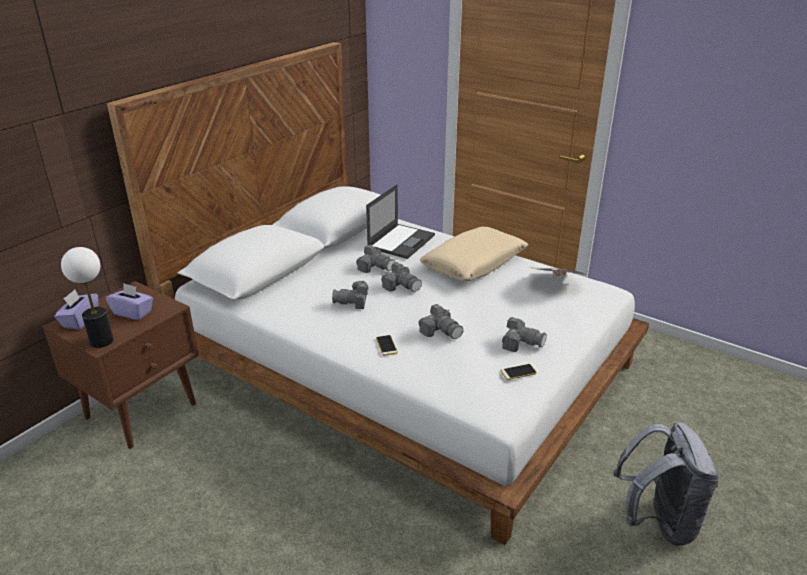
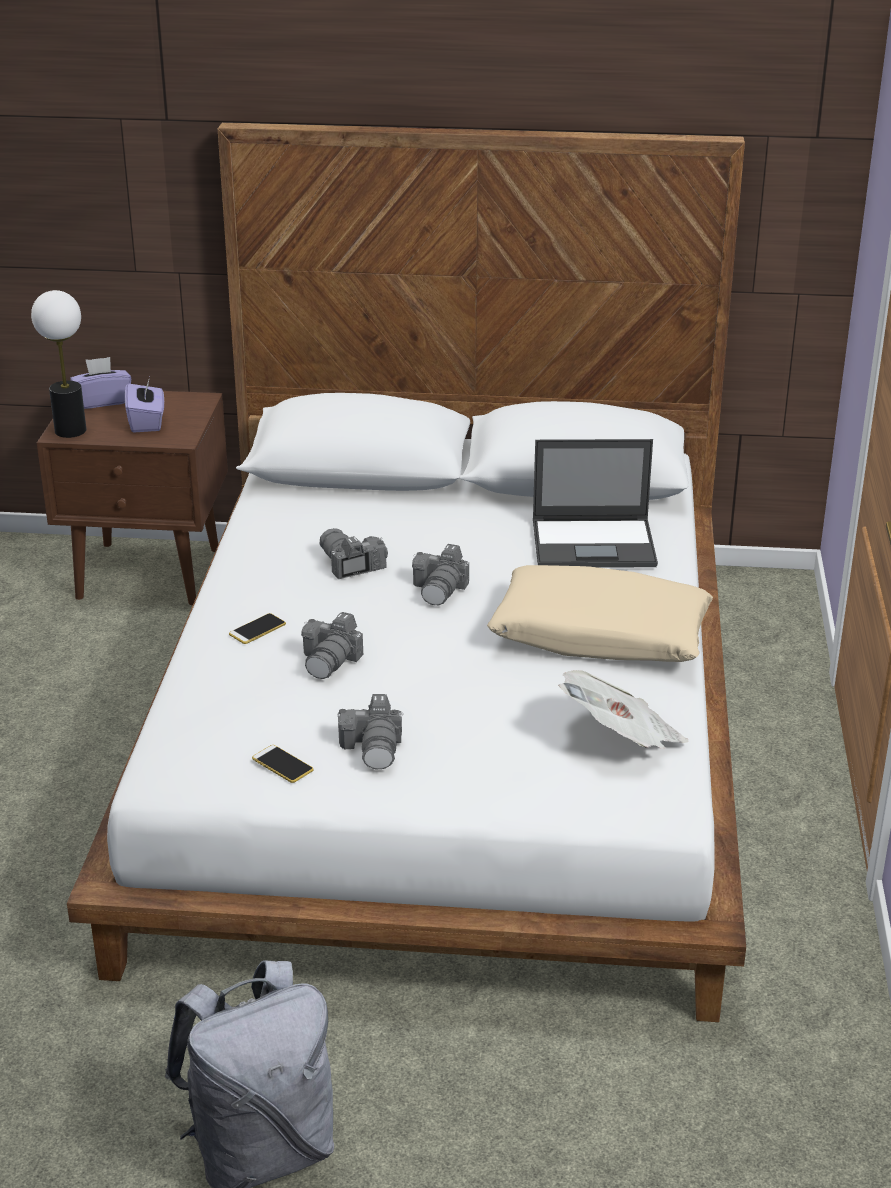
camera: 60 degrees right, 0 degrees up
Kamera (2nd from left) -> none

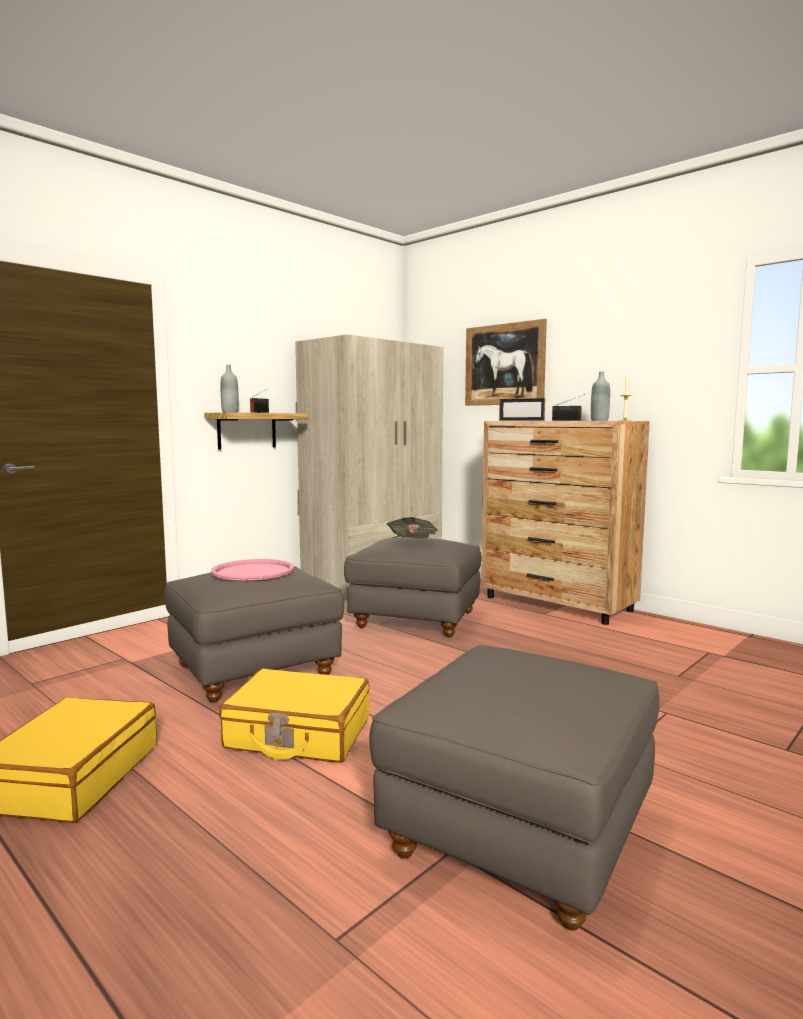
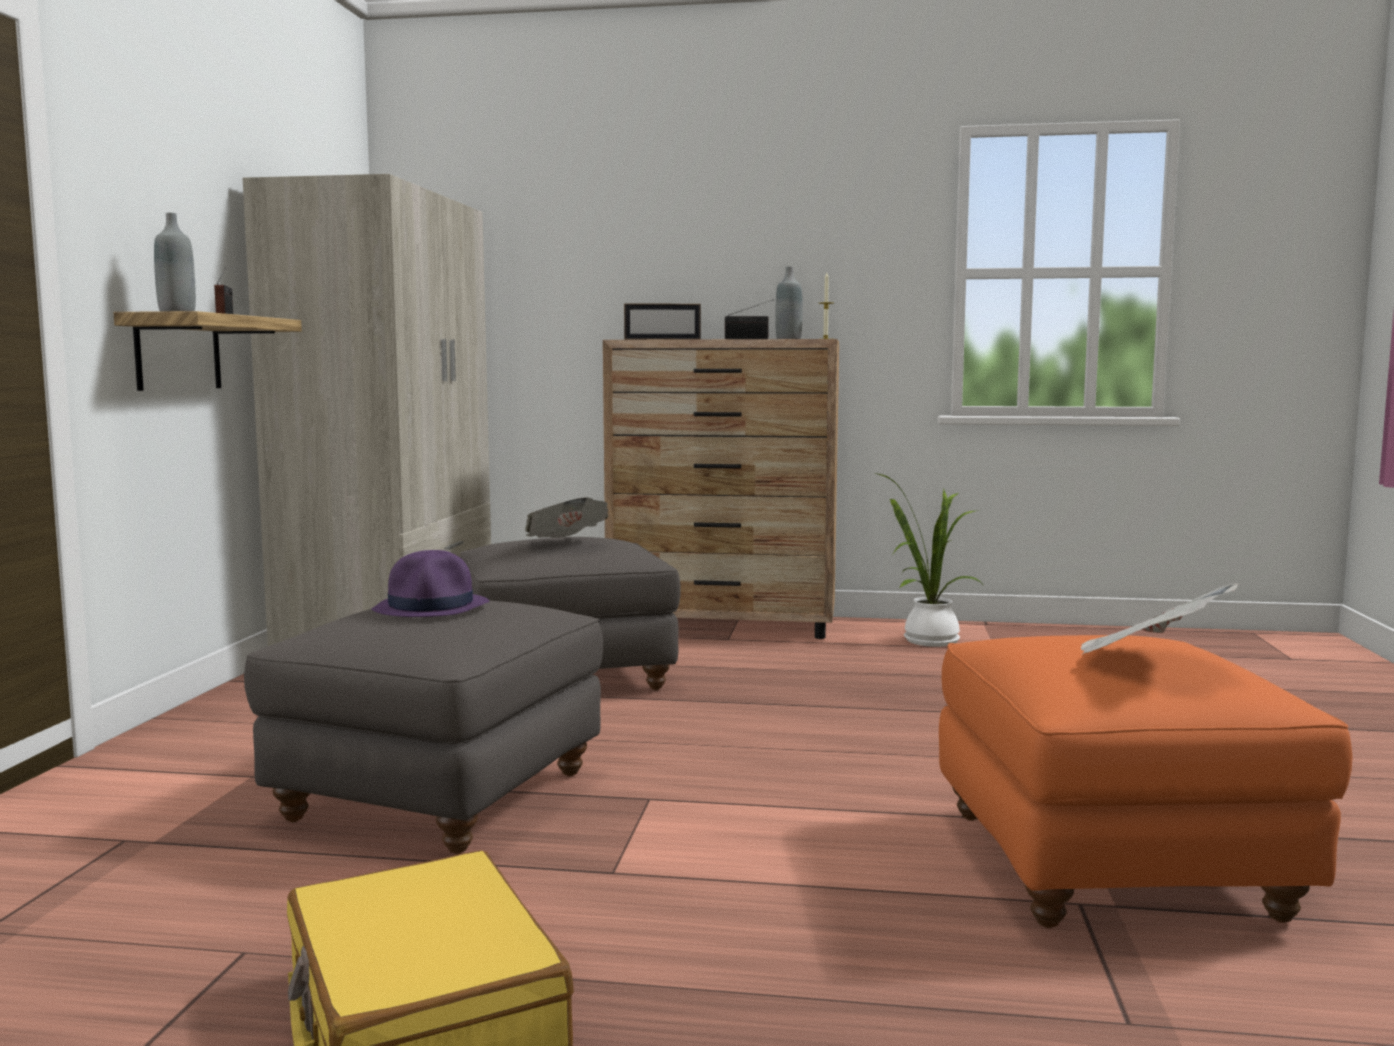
camera: 35 degrees left, 0 degrees up
Koffer (gelb) (2nd from left) -> none
Bild -> none
none -> Topfpflanze
none -> Zeitung (2nd from left)
Tablett (rosa) -> Hut (lila)
Polsterhocker (grau) (3rd from left) -> Polsterhocker (orange)

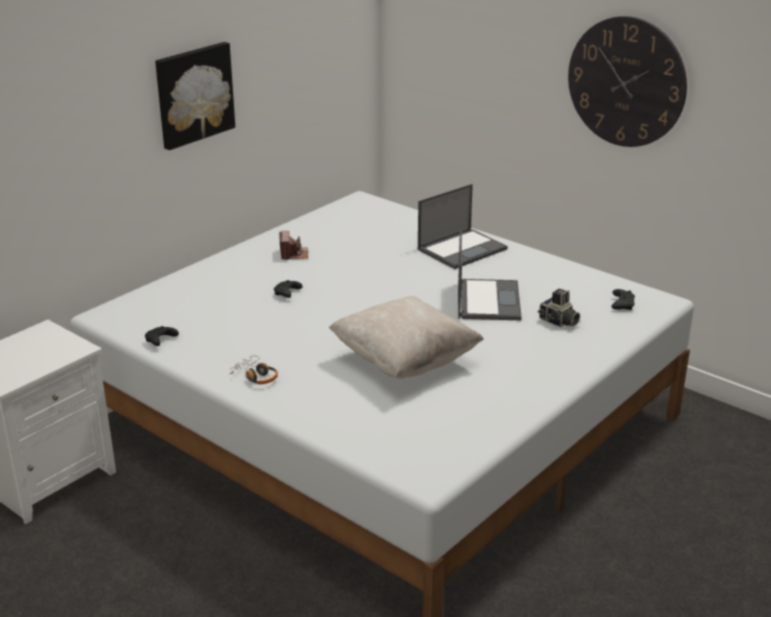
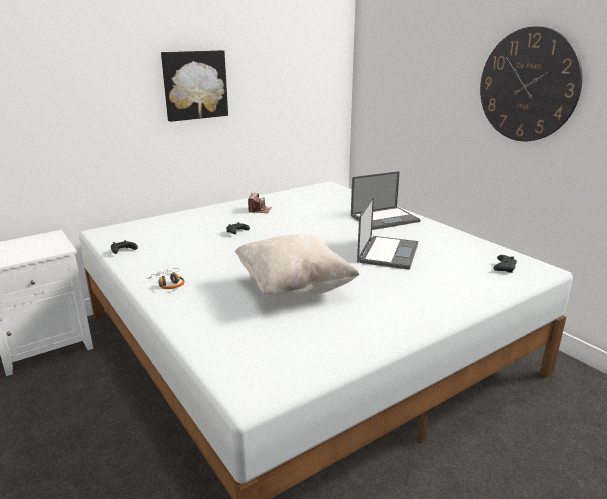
camera: 15 degrees right, 5 degrees down
Kamera (2nd from left) -> none

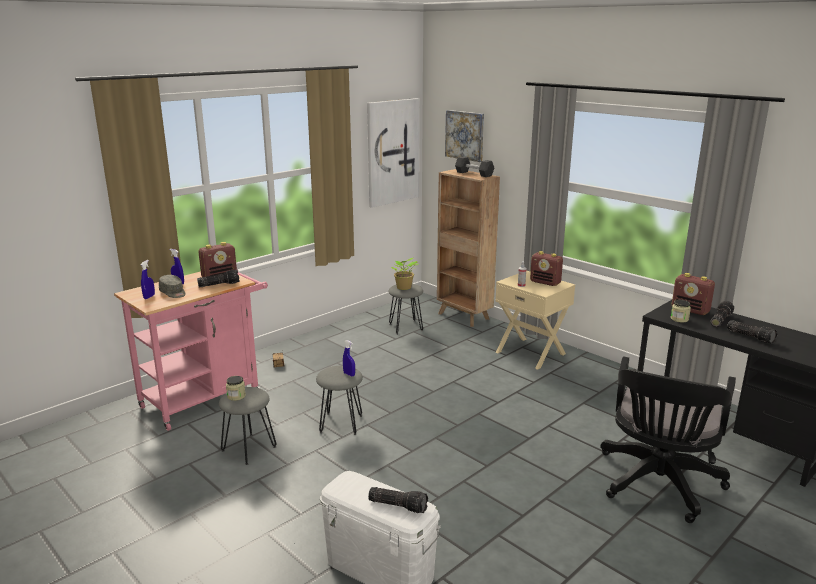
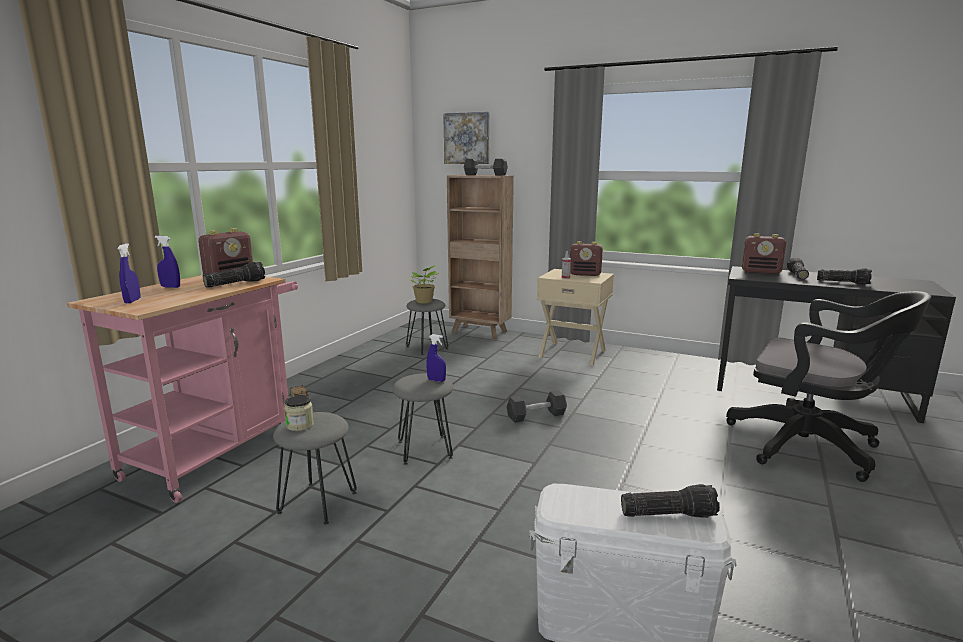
camera: 20 degrees left, 5 degrees down
Kappe (grau) -> none
Bild (1st from left) -> none
Vorratsglas (2nd from left) -> none
none -> Hantel (schwarz) (2nd from left)
Bürostuhl (schwarz), 60 degrees counterclockwise

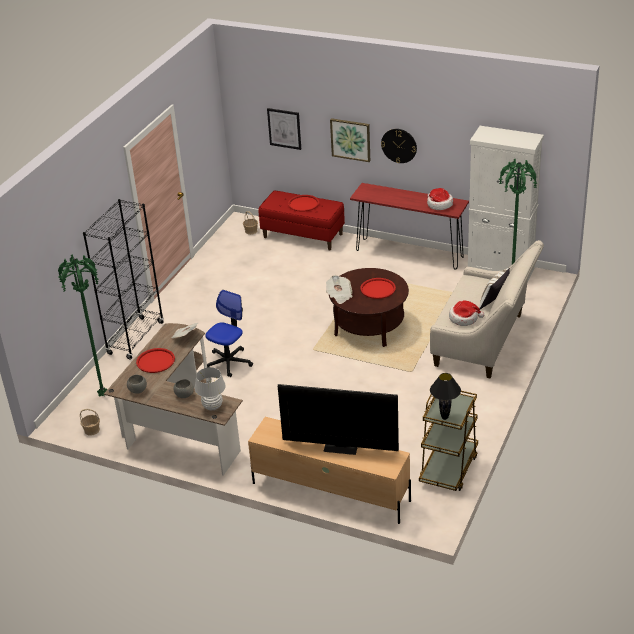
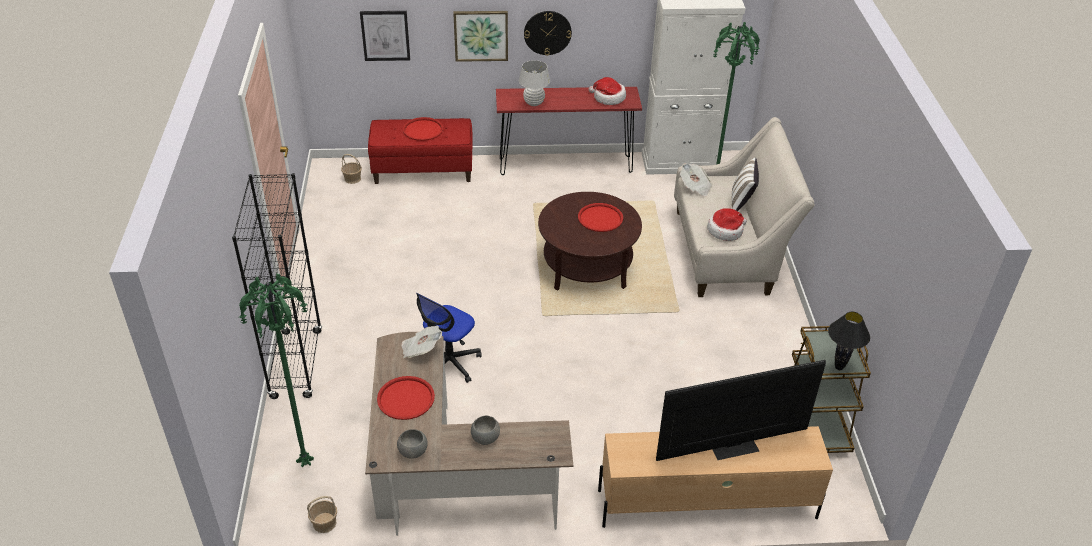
camera: 30 degrees left, 5 degrees up
Tischlampe (weiß), move
Zeitung (2nd from left), move
Bürostuhl, 150 degrees counterclockwise

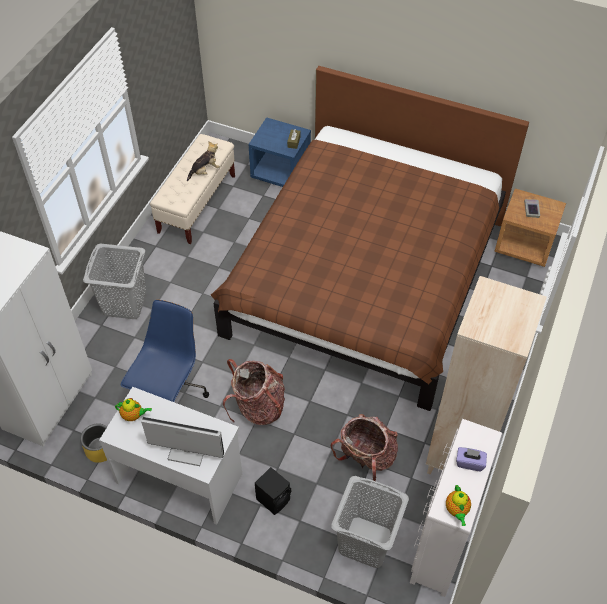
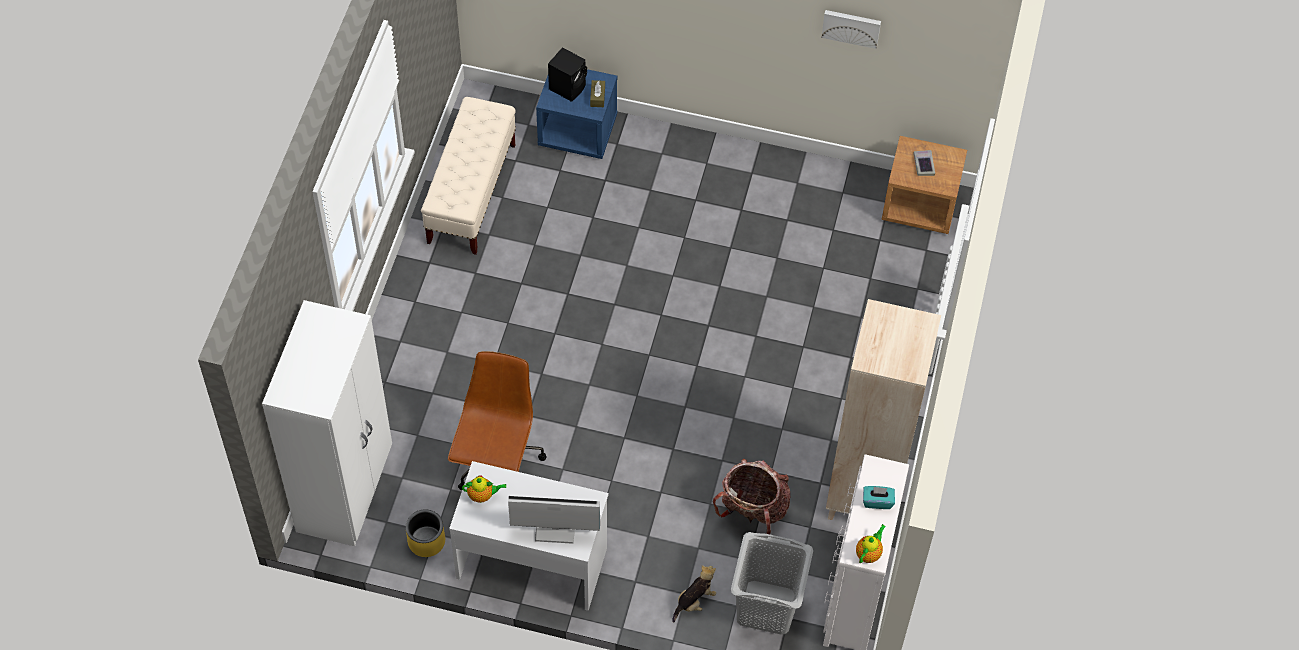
camera: 10 degrees left, 5 degrees up
Wäschekorb (grau) (1st from left) -> none
Bett (braun) -> none
Rucksack (1st from left) -> none
none -> Bild
Plüschtier, move
Lautsprecher (schwarz), move
Bürostuhl (blau) -> Bürostuhl (braun)
Taschentuchbox (lila) -> Taschentuchbox (türkis)
Teekanne (2nd from left), 135 degrees counterclockwise

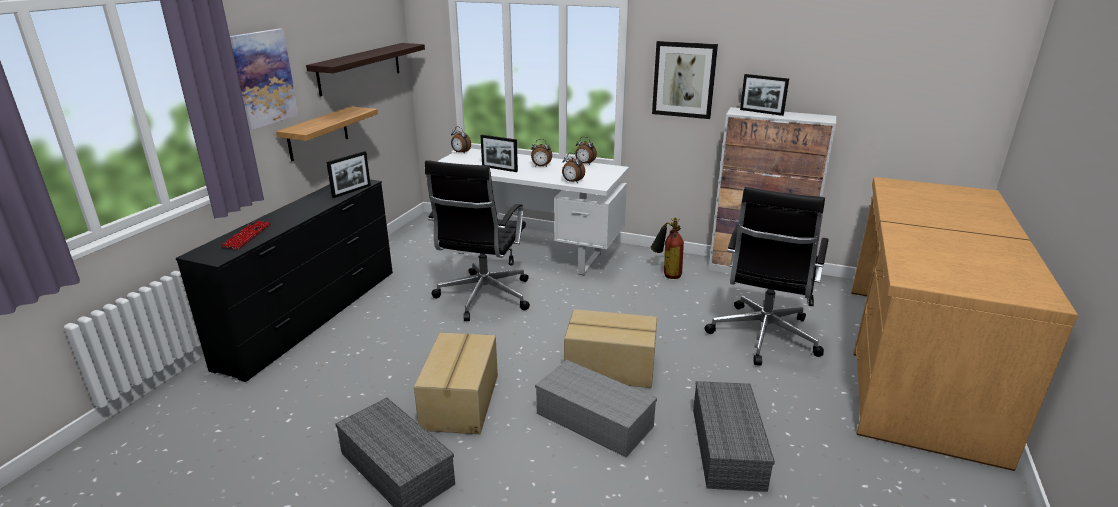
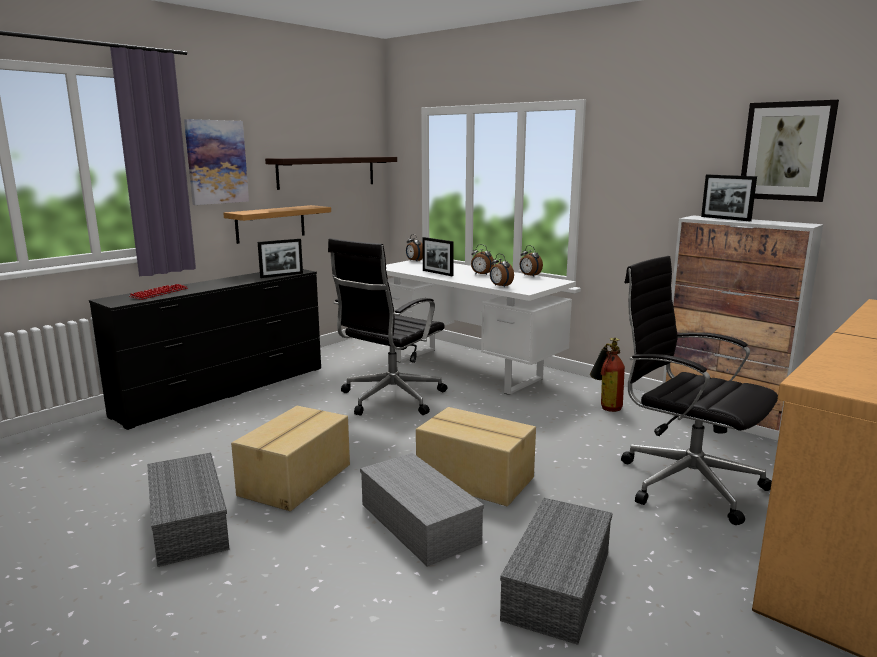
camera: 20 degrees right, 10 degrees down
Bild (2nd from left), move
Bürostuhl (schwarz) (2nd from left), 90 degrees clockwise

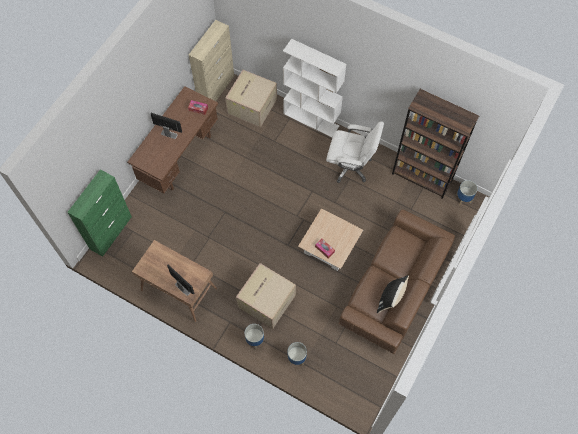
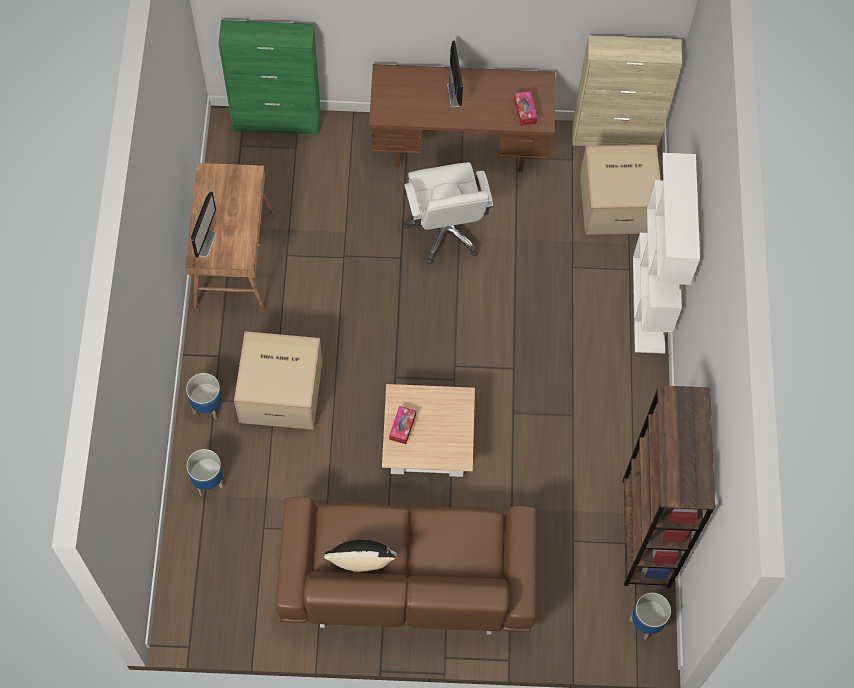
camera: 60 degrees right, 0 degrees up
Bürostuhl (weiß), move

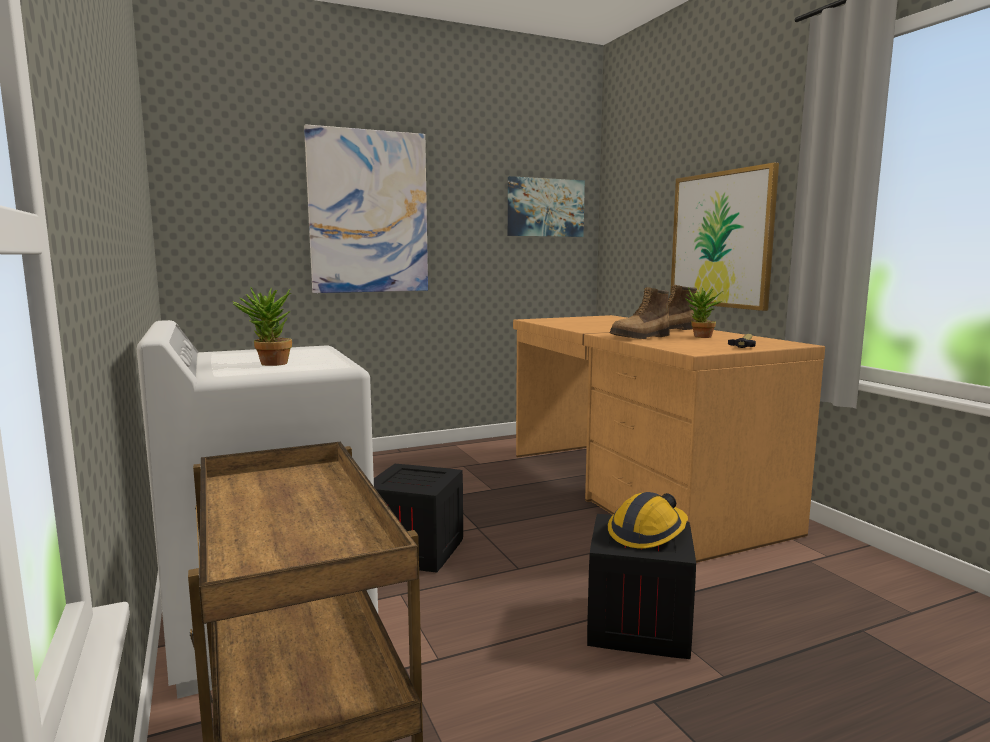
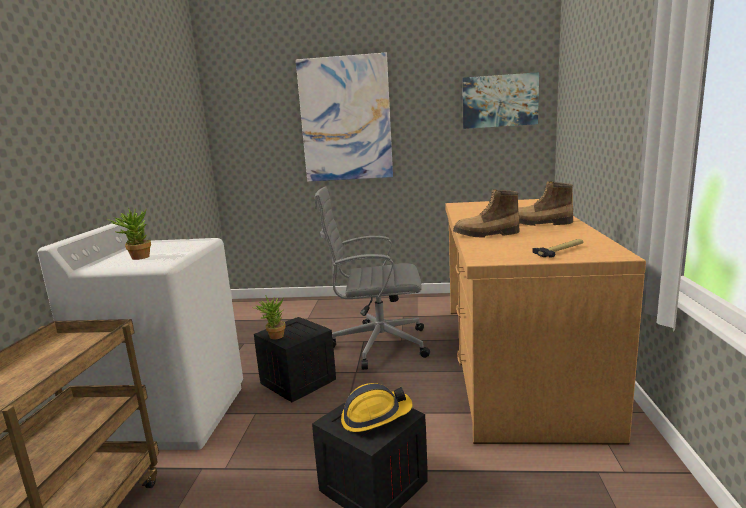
camera: 30 degrees right, 5 degrees up
Bild (3rd from left) -> none
none -> Bürostuhl (grau)
Topfpflanze (2nd from left), move

